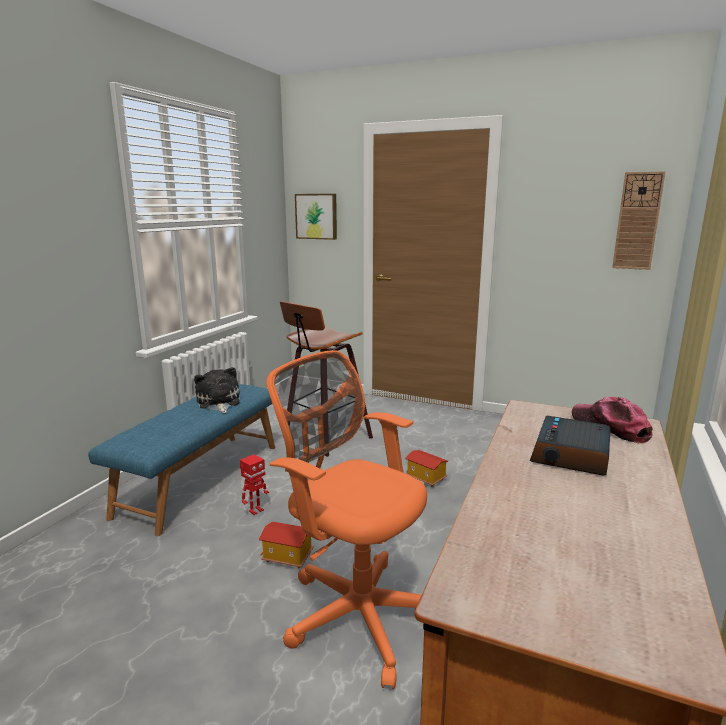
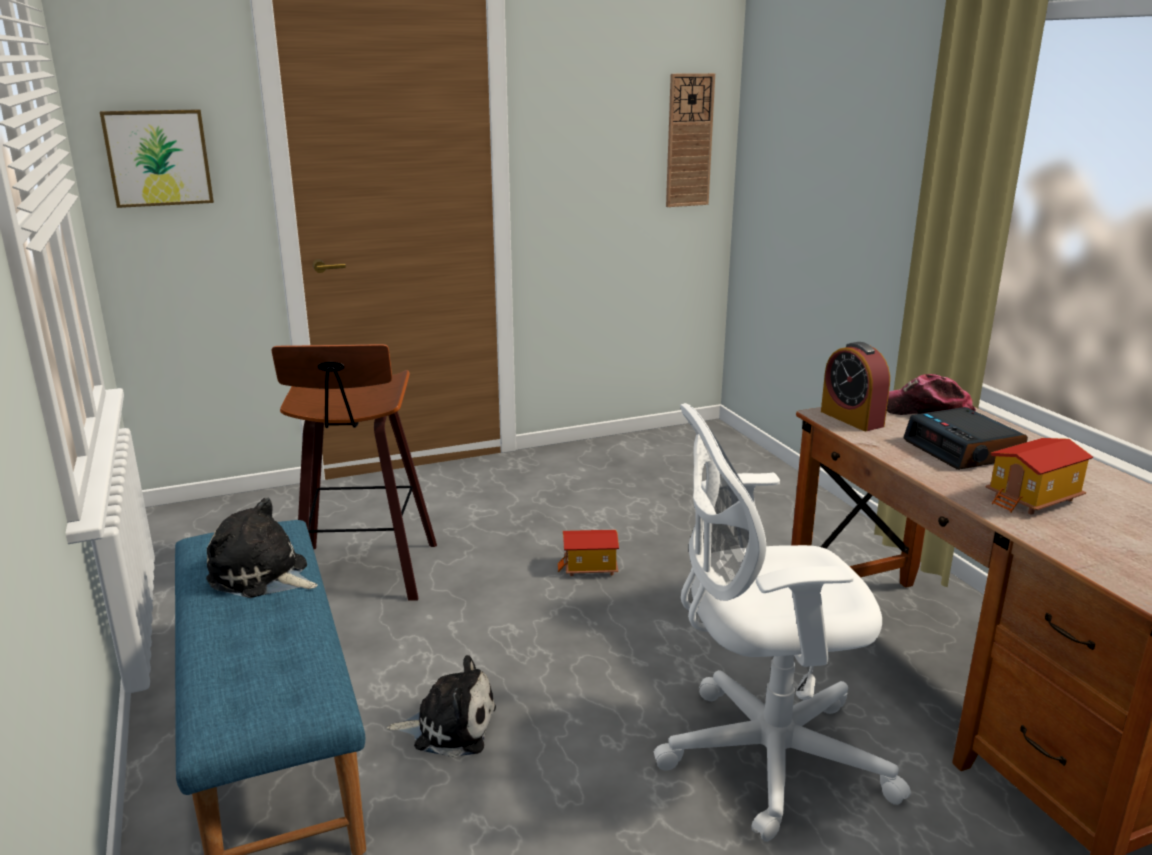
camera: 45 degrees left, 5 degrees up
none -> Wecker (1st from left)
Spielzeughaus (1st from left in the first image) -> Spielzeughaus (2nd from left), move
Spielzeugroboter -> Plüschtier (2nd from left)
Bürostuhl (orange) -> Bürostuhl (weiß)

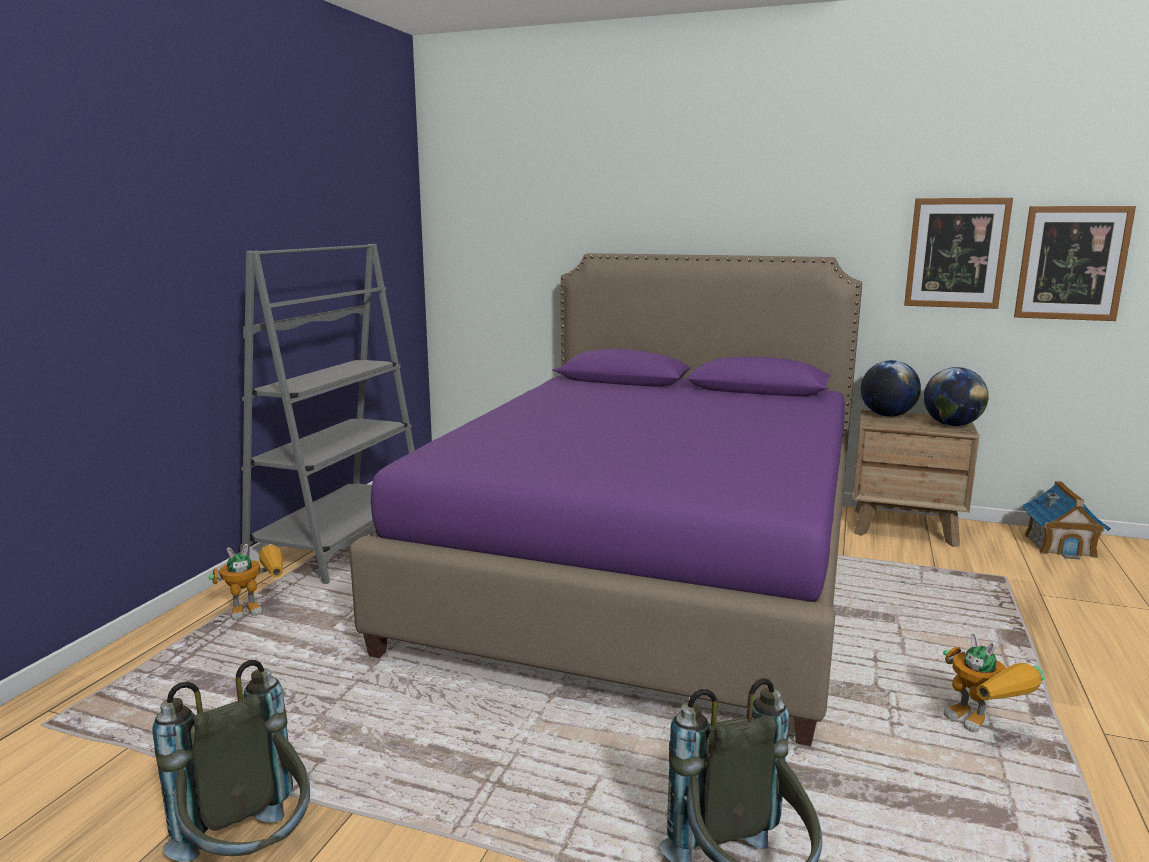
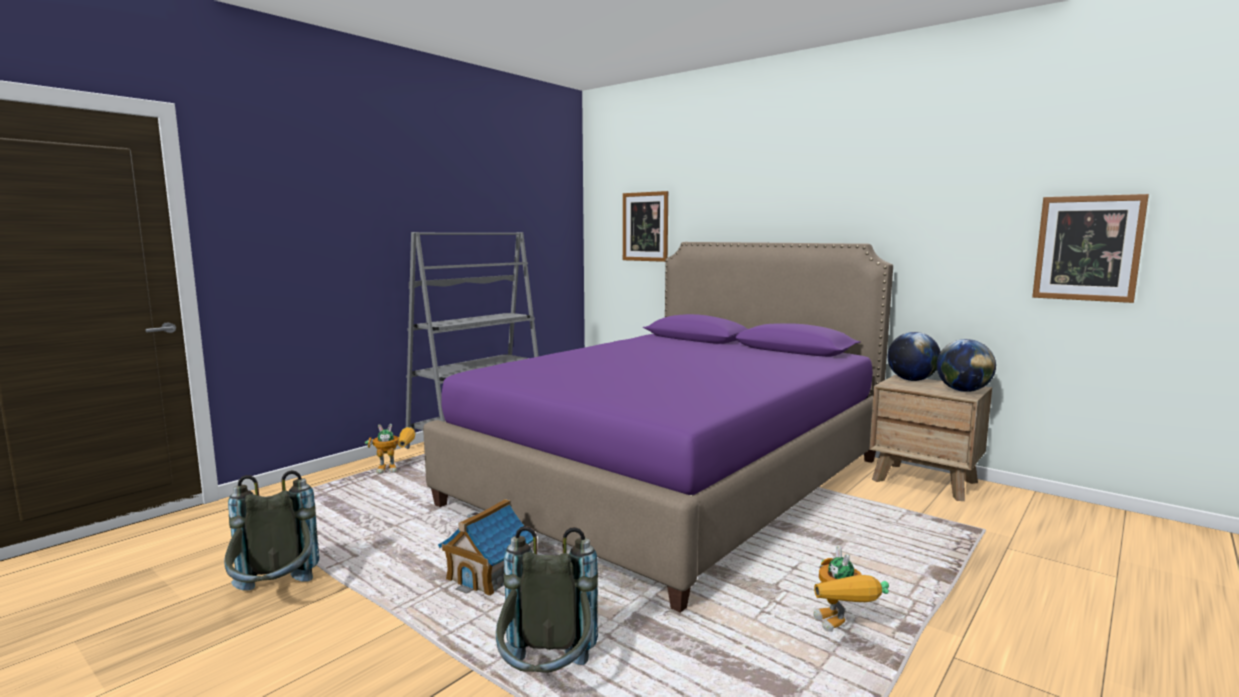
camera: 20 degrees right, 5 degrees down
Bild (1st from left), move
Spielzeughaus, move

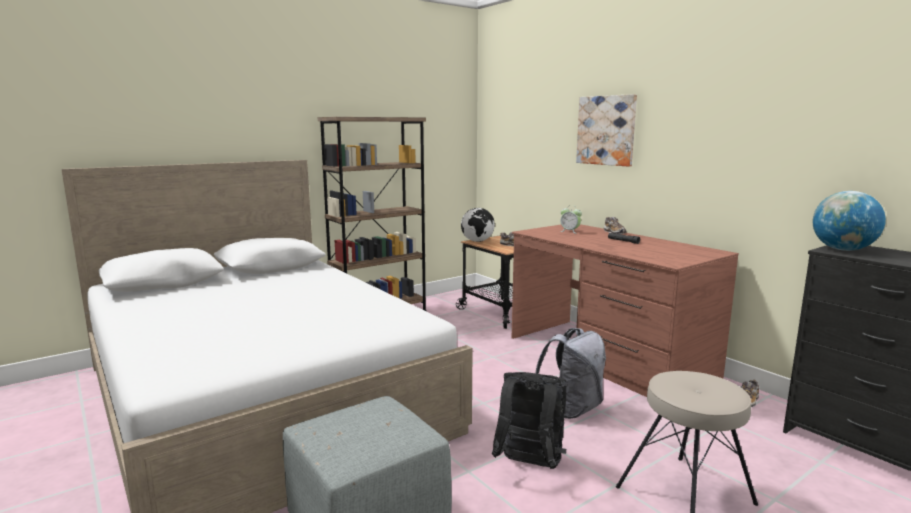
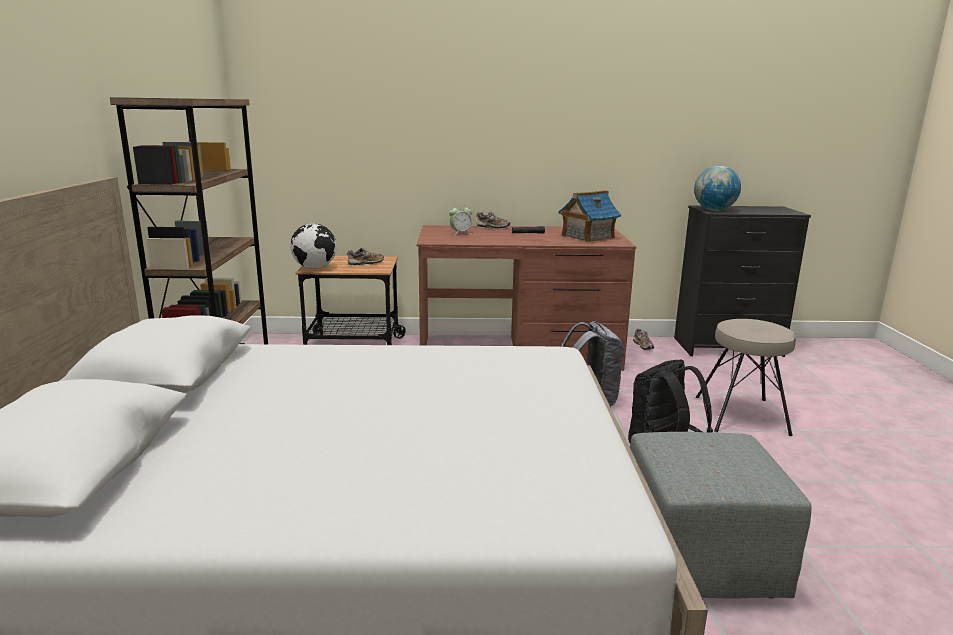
camera: 55 degrees left, 5 degrees up
Bild -> none
none -> Spielzeughaus

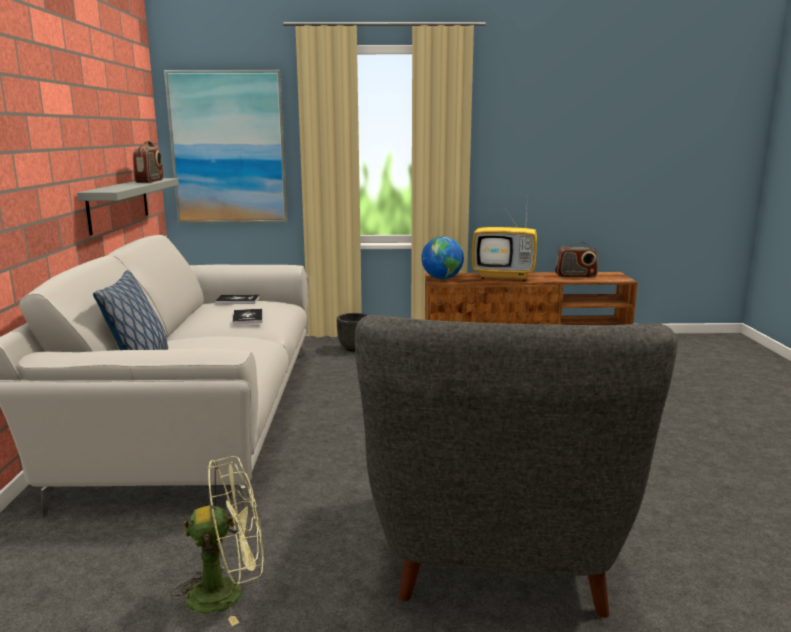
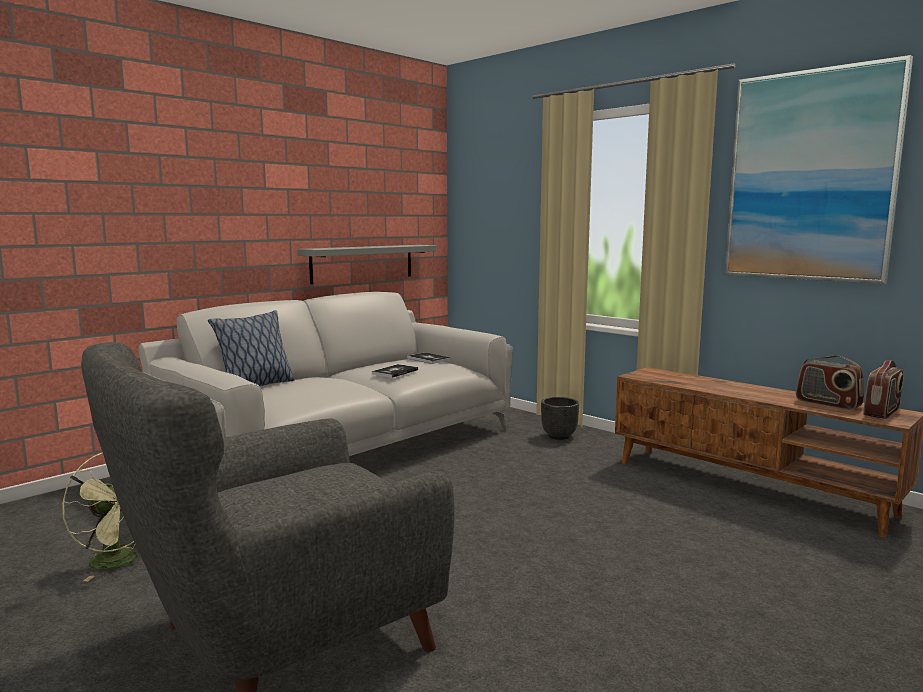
camera: 45 degrees right, 5 degrees down
Globus -> none
Fernseher -> none
Radio (1st from left in the first image) -> Radio (2nd from left), move
Bild, move

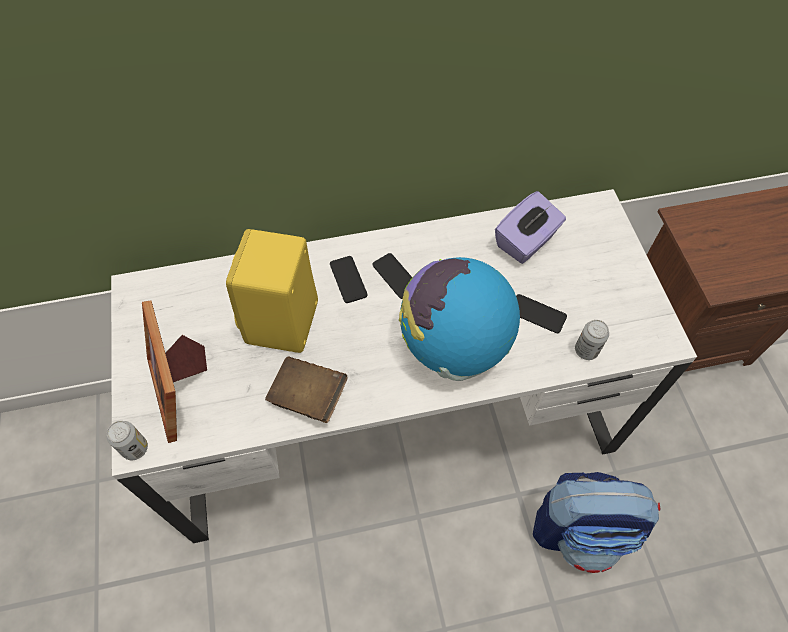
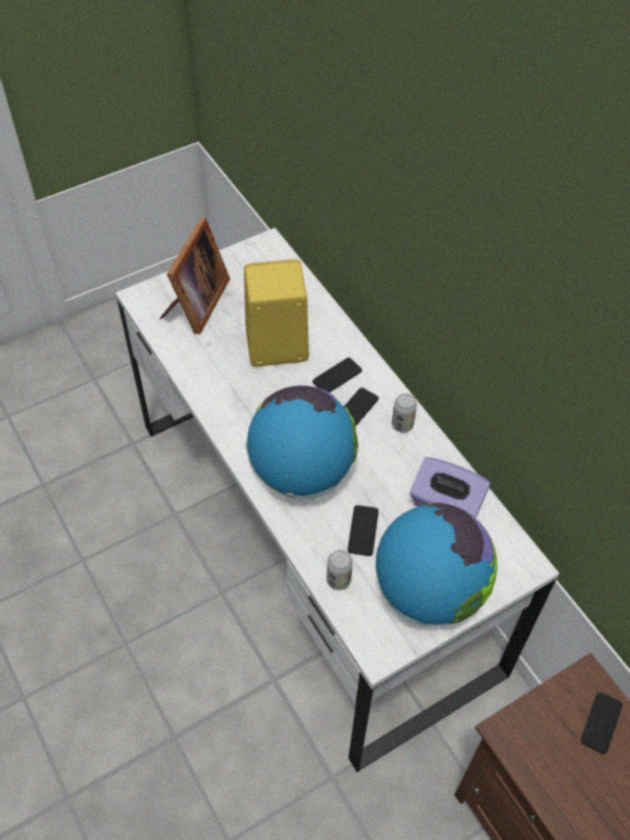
camera: 70 degrees right, 5 degrees down
Buch (braun) -> none
Rucksack -> none
none -> Globus (2nd from left)
none -> Handy (4th from left)
Dose (1st from left in the first image) -> Dose (2nd from left), move
Bilderrahmen, 150 degrees clockwise

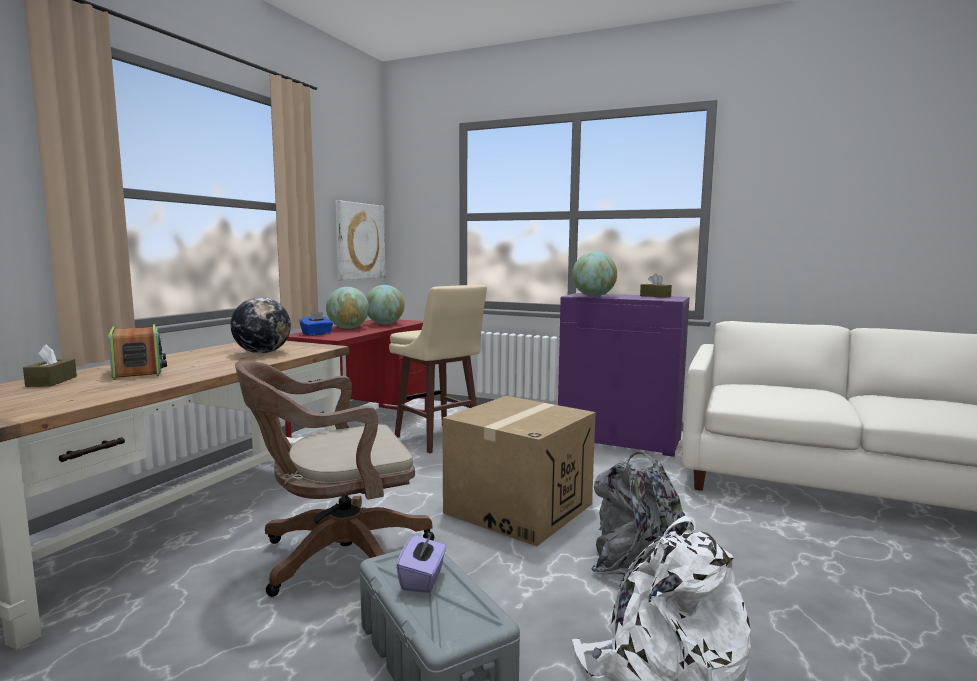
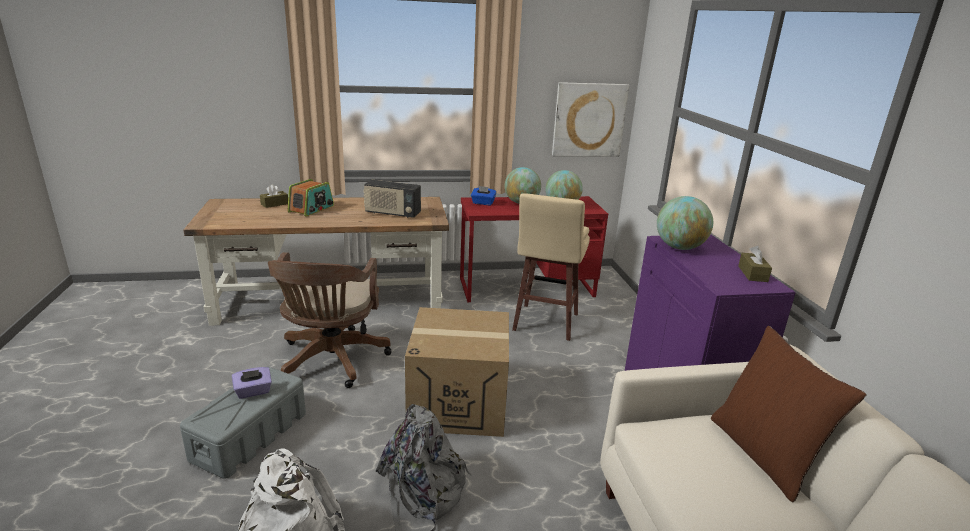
camera: 55 degrees right, 15 degrees up
none -> Kissen (braun)
Globus (1st from left) -> Radio (2nd from left)
Bürostuhl (braun), 120 degrees counterclockwise

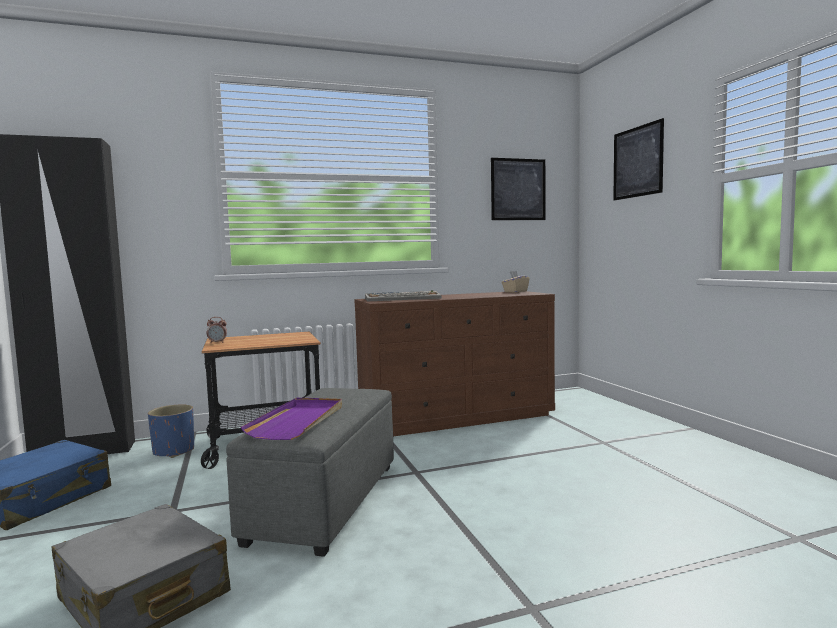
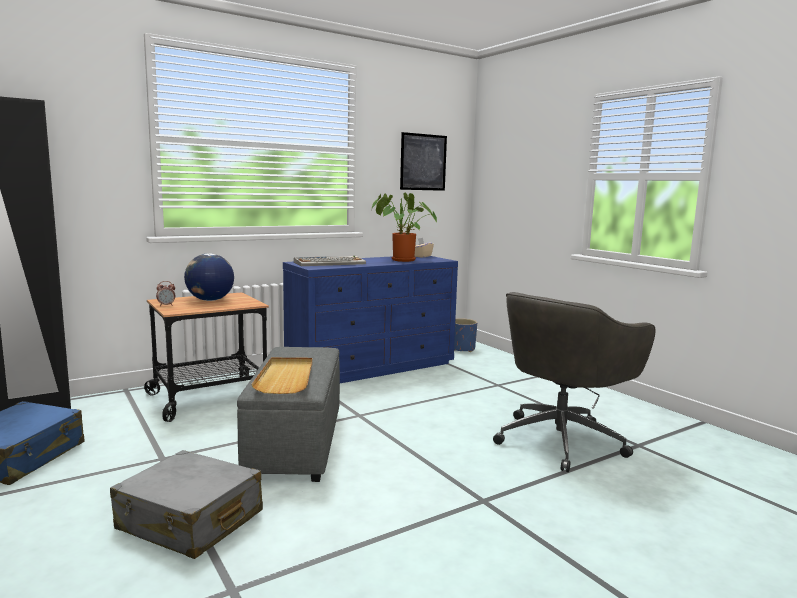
camera: 15 degrees left, 5 degrees up
Bild (2nd from left) -> none
none -> Globus
none -> Topfpflanze
none -> Bürostuhl (grau)
Pflanzkübel (blau), move
Tablett (lila) -> Tablett (beige)
Kommode (braun) -> Kommode (blau)

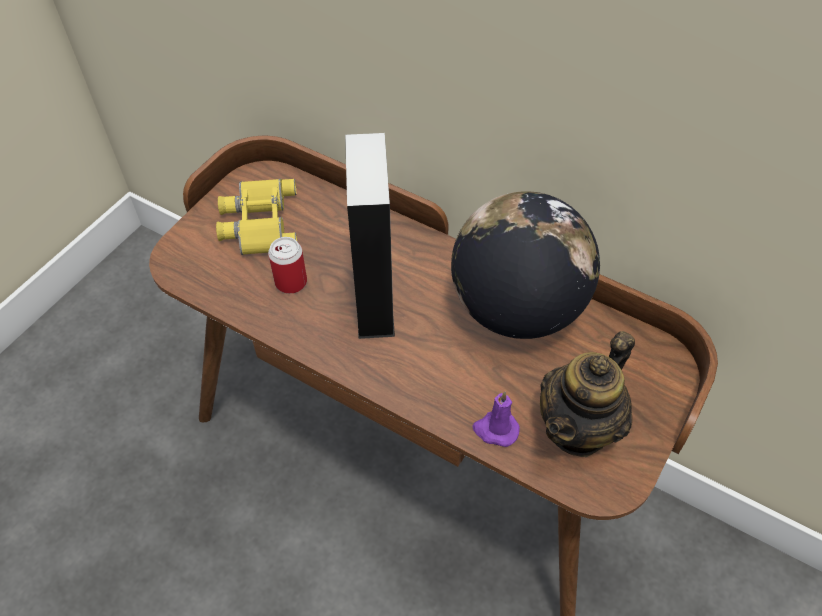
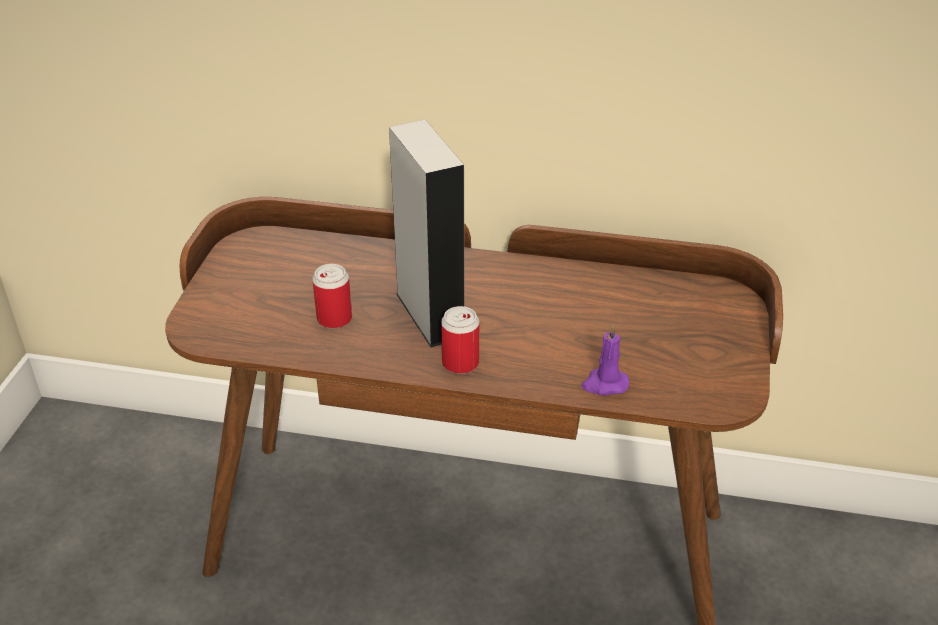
camera: 20 degrees left, 15 degrees down
Fernglas (gelb) -> none
Globus -> none
Teekanne -> none
none -> Dose (2nd from left)

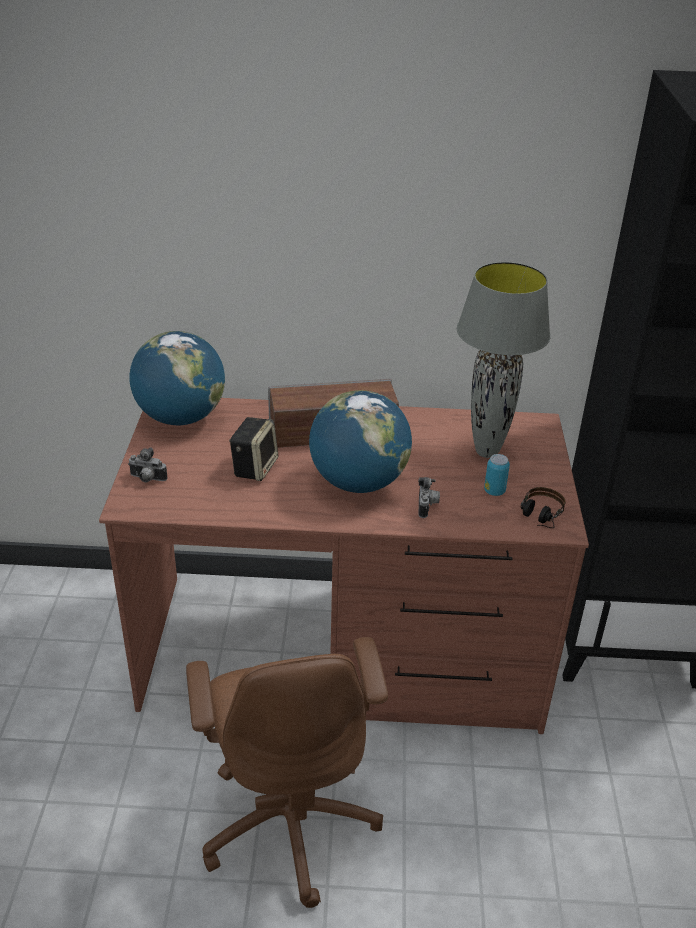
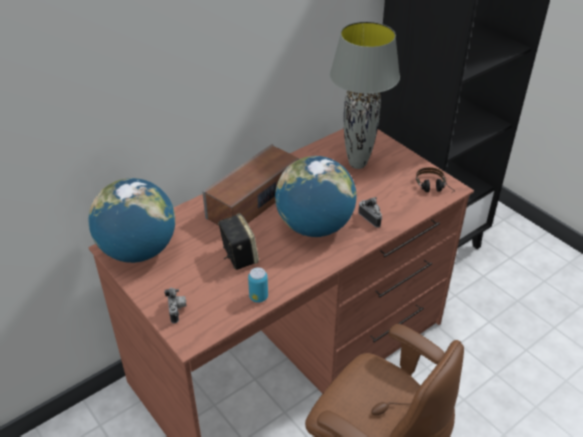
camera: 40 degrees left, 5 degrees up
Dose, move
Kamera (1st from left), 75 degrees counterclockwise

